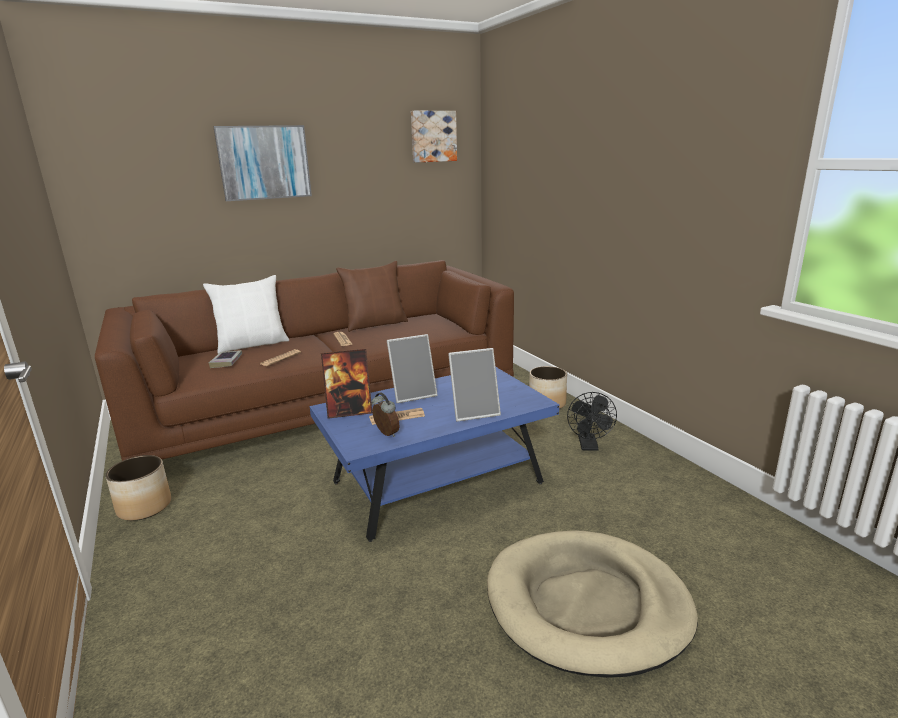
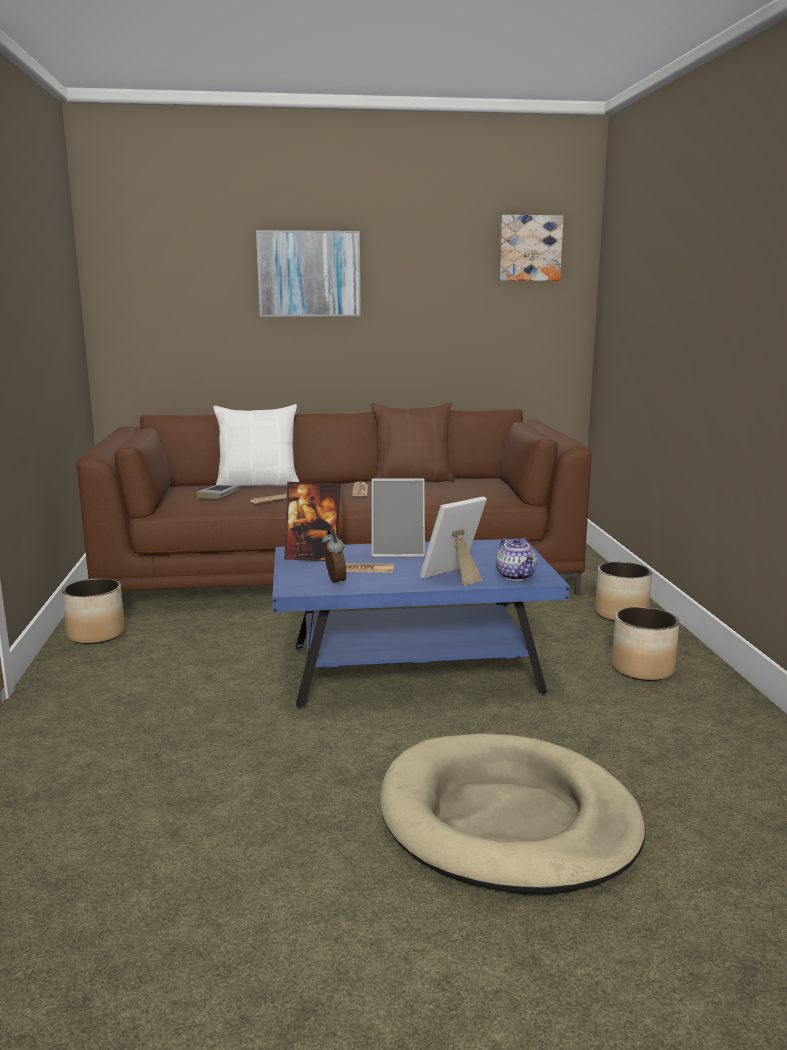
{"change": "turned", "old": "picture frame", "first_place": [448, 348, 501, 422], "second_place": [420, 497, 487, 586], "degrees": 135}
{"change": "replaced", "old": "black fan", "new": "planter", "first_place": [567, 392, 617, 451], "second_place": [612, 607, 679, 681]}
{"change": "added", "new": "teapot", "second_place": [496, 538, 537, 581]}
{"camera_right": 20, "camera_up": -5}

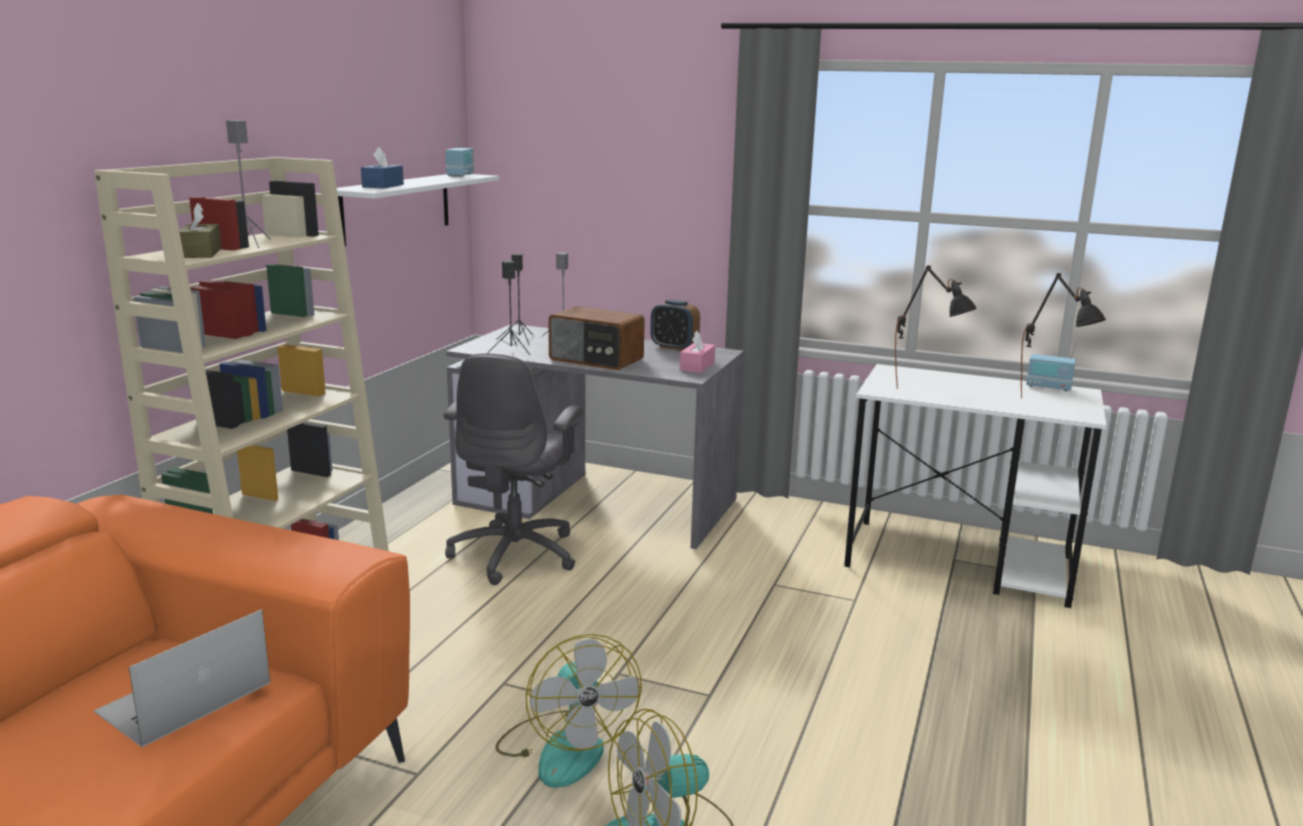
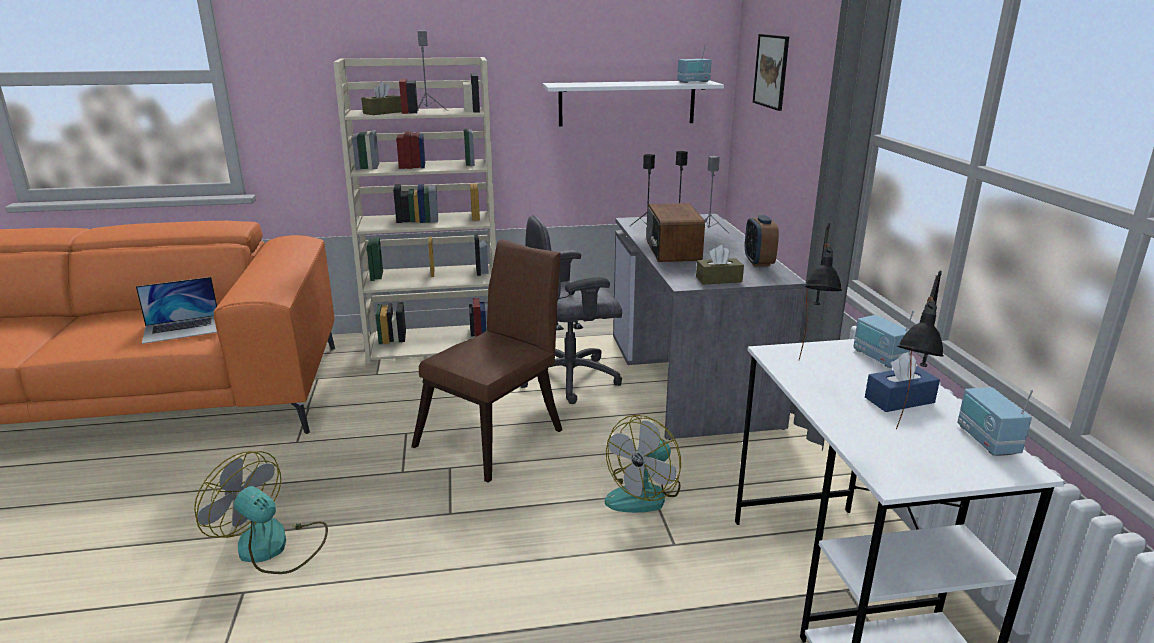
{"change": "turned", "old": "laptop", "first_place": [94, 609, 270, 747], "second_place": [136, 277, 217, 344], "degrees": 150}
{"change": "moved", "old": "blue tissue box", "first_place": [361, 147, 404, 189], "second_place": [865, 352, 940, 412]}
{"change": "moved", "old": "fan", "first_place": [495, 634, 641, 788], "second_place": [605, 415, 681, 513]}
{"change": "recoloured", "old": "pink tissue box", "new": "brown tissue box", "first_place": [680, 331, 715, 373], "second_place": [696, 245, 744, 285]}
{"change": "added", "new": "brown chair", "second_place": [411, 239, 562, 483]}
{"change": "added", "new": "picture", "second_place": [753, 34, 789, 111]}
{"change": "added", "new": "radio", "second_place": [853, 310, 914, 368]}
{"camera_right": 60, "camera_up": 5}

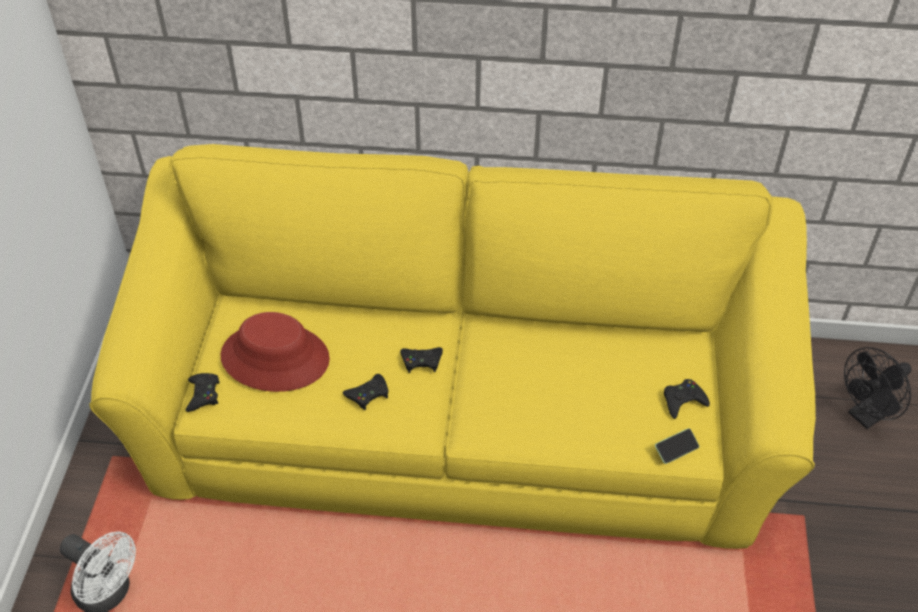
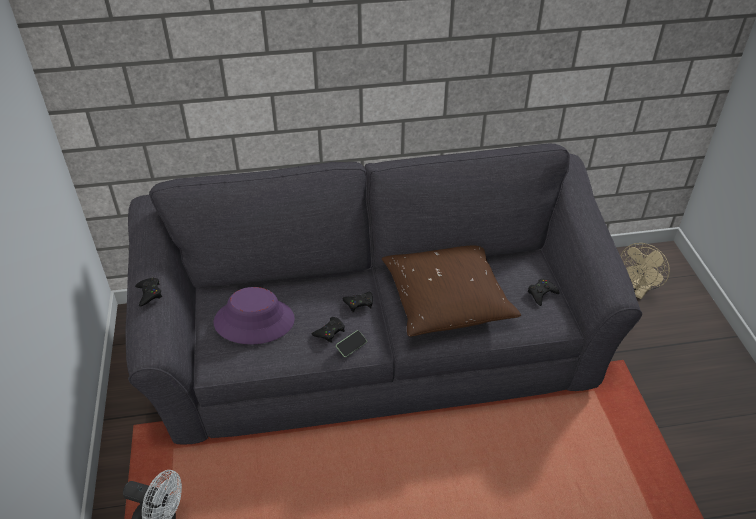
{"change": "recoloured", "old": "yellow sofa", "new": "grey sofa", "first_place": [89, 144, 816, 549], "second_place": [125, 143, 642, 444]}
{"change": "moved", "old": "black game controller", "first_place": [185, 373, 220, 412], "second_place": [135, 278, 162, 307]}
{"change": "recoloured", "old": "red hat", "new": "purple hat", "first_place": [220, 312, 330, 392], "second_place": [214, 287, 295, 344]}
{"change": "moved", "old": "phone", "first_place": [655, 428, 699, 464], "second_place": [336, 330, 367, 357]}
{"change": "recoloured", "old": "black fan", "new": "beige fan", "first_place": [844, 347, 912, 429], "second_place": [620, 243, 670, 299]}
{"change": "added", "new": "brown pillow", "second_place": [382, 246, 521, 337]}
{"camera_right": -15, "camera_up": -5}

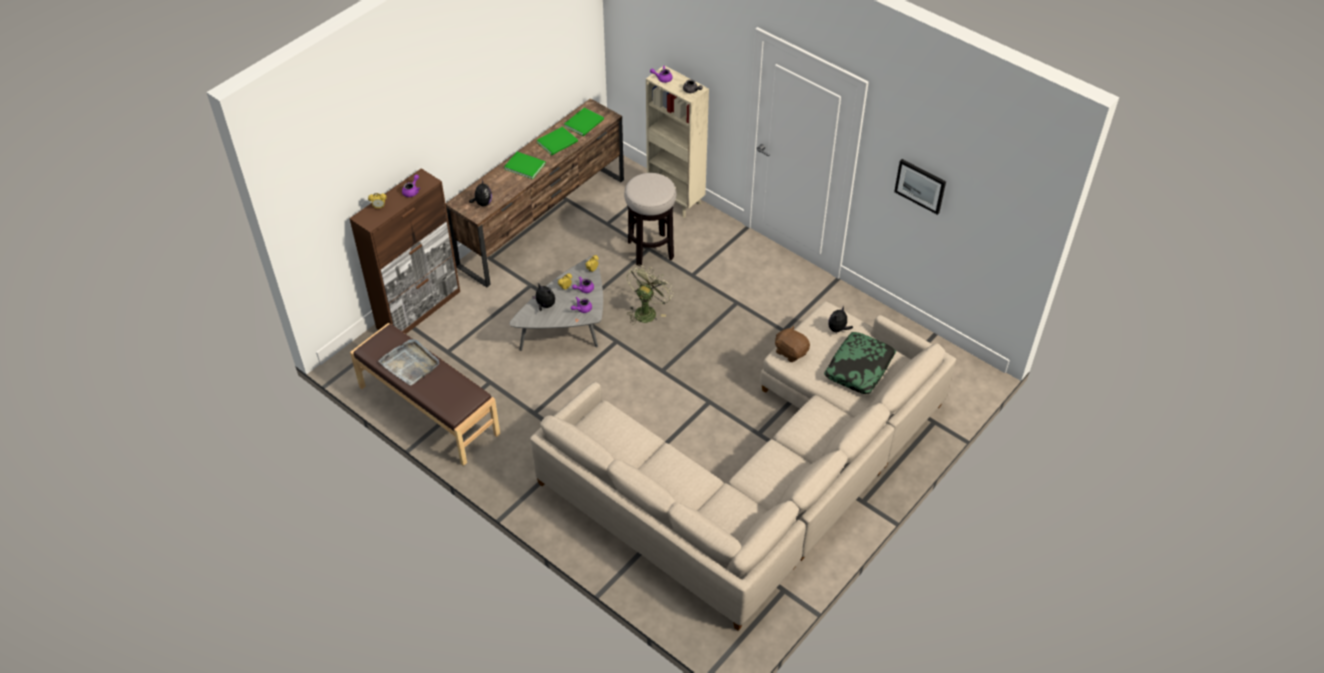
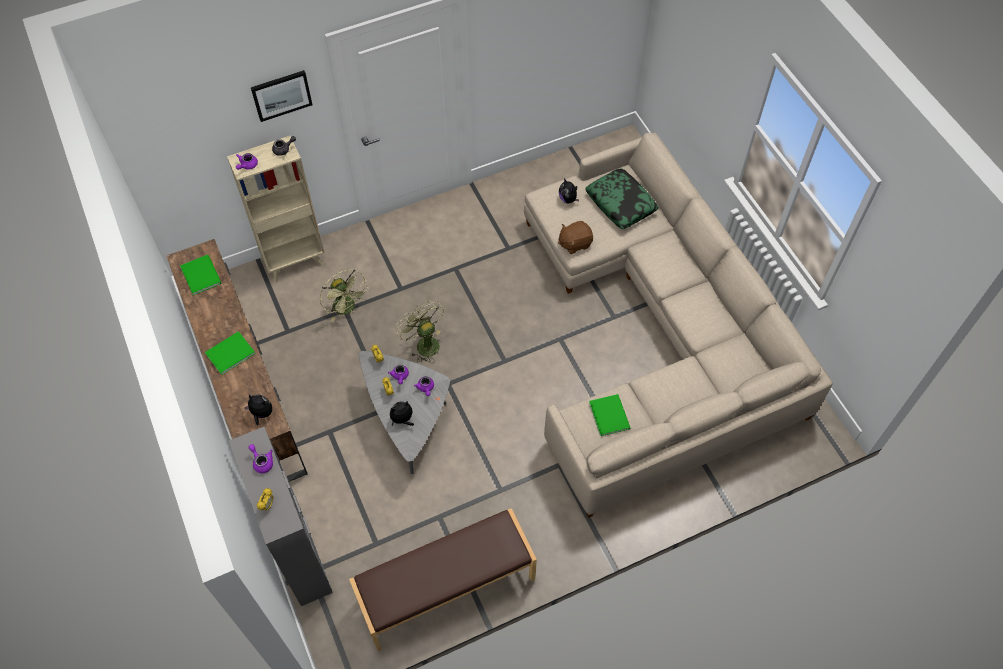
{"change": "recoloured", "old": "brown cabinet", "new": "grey cabinet", "first_place": [349, 168, 460, 334], "second_place": [229, 427, 333, 606]}
{"change": "removed", "old": "grey tray", "first_place": [378, 339, 439, 386]}
{"change": "moved", "old": "green book", "first_place": [537, 126, 578, 155], "second_place": [589, 394, 630, 436]}
{"change": "replaced", "old": "stool", "new": "green fan", "first_place": [624, 173, 677, 267], "second_place": [320, 269, 369, 321]}
{"change": "moved", "old": "picture", "first_place": [894, 159, 946, 215], "second_place": [251, 70, 313, 122]}
{"camera_right": -65, "camera_up": 10}

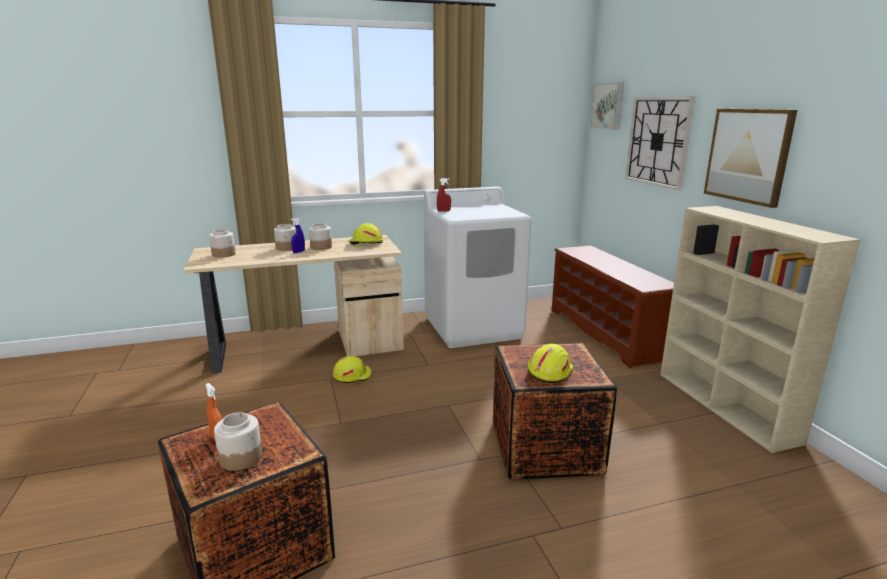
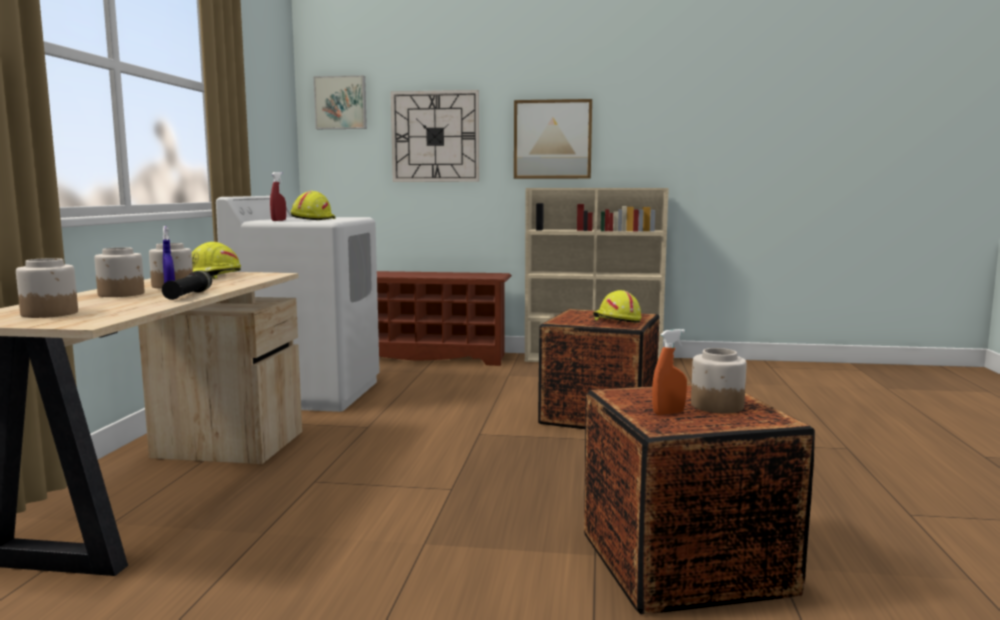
{"change": "moved", "old": "yellow hard hat", "first_place": [333, 356, 372, 383], "second_place": [291, 191, 335, 220]}
{"change": "added", "new": "black flashlight", "second_place": [162, 270, 212, 300]}
{"camera_right": -65, "camera_up": -10}

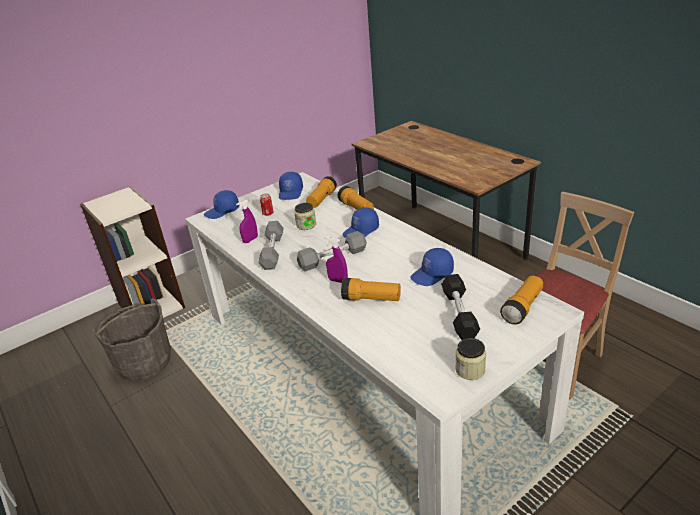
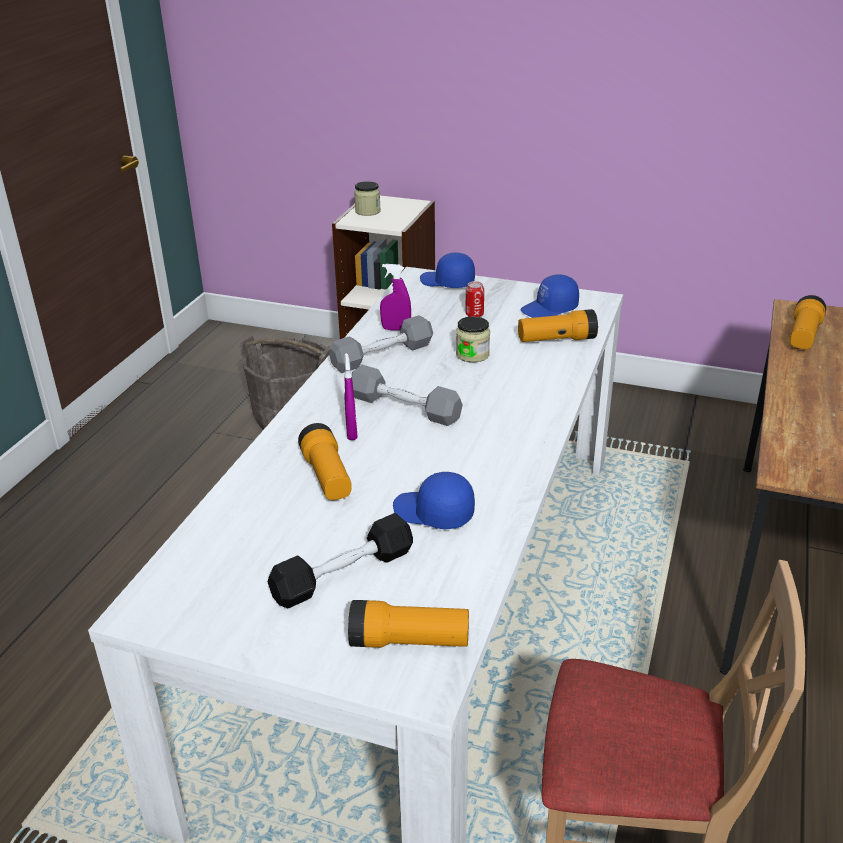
{"change": "moved", "old": "flashlight", "first_place": [338, 186, 374, 210], "second_place": [790, 295, 826, 349]}
{"change": "removed", "old": "blue cap", "first_place": [342, 207, 379, 238]}
{"change": "moved", "old": "jar", "first_place": [455, 338, 486, 380], "second_place": [354, 181, 381, 216]}
{"camera_right": 55, "camera_up": 0}

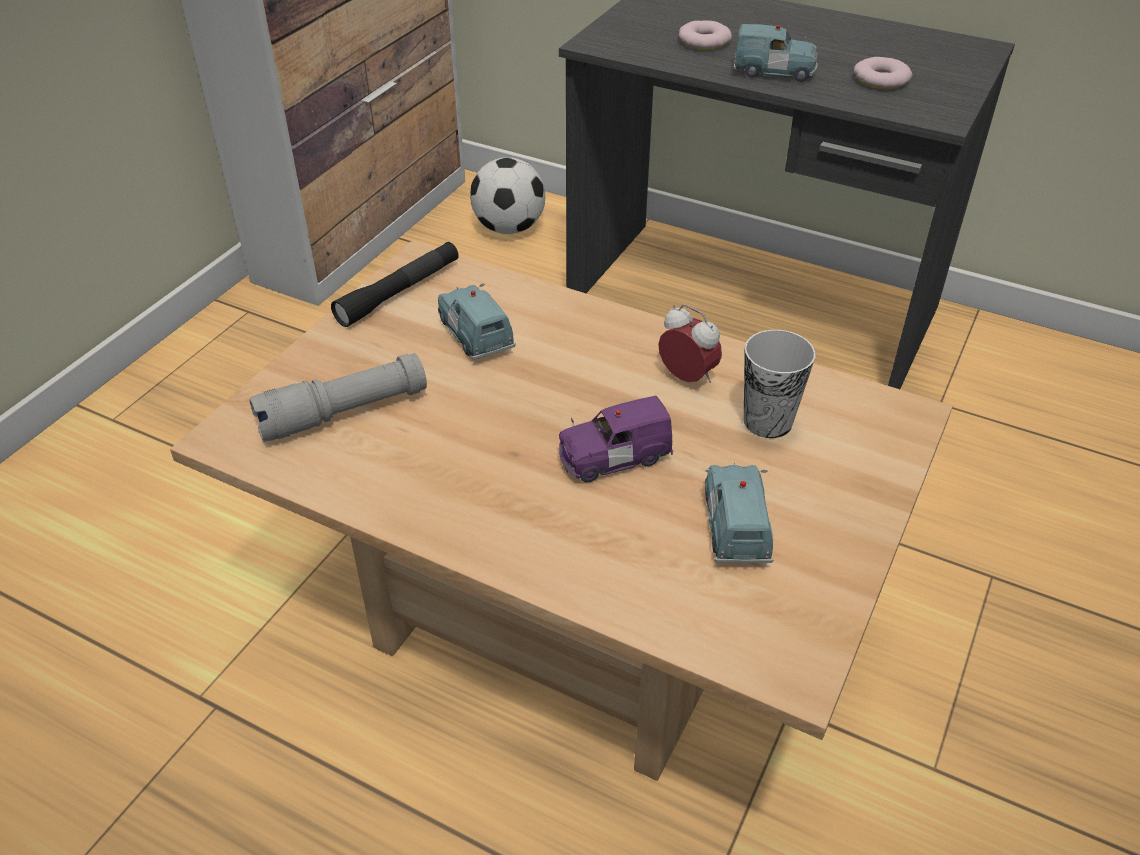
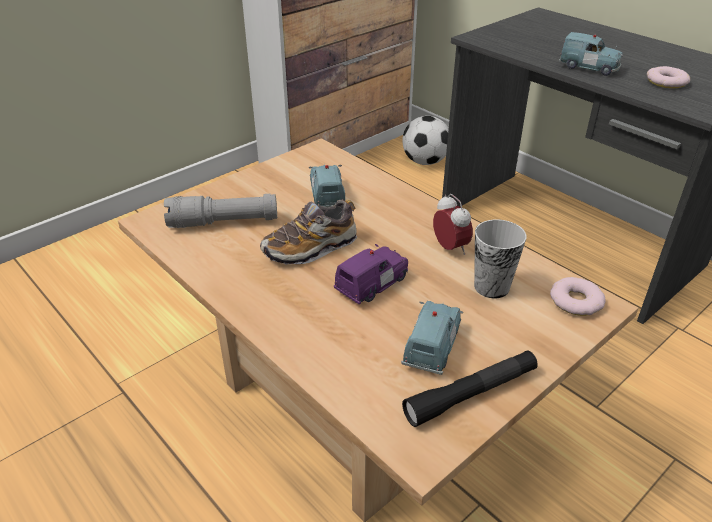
{"change": "moved", "old": "black flashlight", "first_place": [331, 242, 458, 327], "second_place": [402, 350, 538, 427]}
{"change": "turned", "old": "purple toy car", "first_place": [559, 396, 673, 482], "second_place": [334, 244, 408, 304], "degrees": 135}
{"change": "moved", "old": "donut", "first_place": [679, 20, 732, 50], "second_place": [550, 277, 606, 316]}
{"change": "added", "new": "shoe", "second_place": [260, 200, 357, 265]}
{"camera_right": 20, "camera_up": -5}

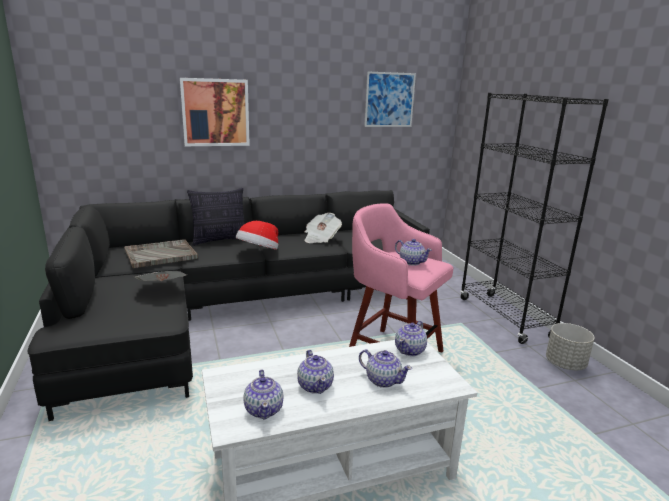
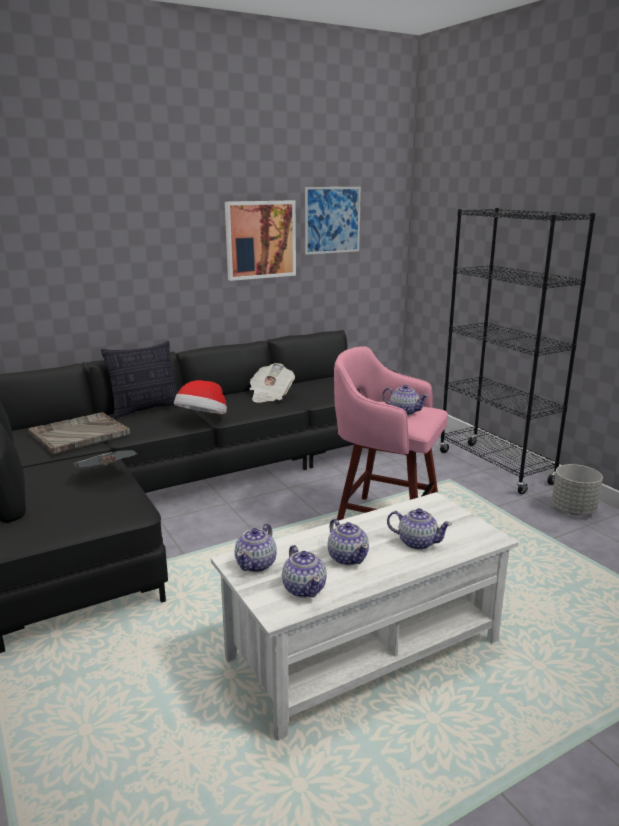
{"change": "moved", "old": "picture", "first_place": [180, 78, 250, 146], "second_place": [225, 200, 296, 281]}
{"change": "moved", "old": "teapot", "first_place": [395, 321, 427, 356], "second_place": [235, 523, 276, 572]}
{"camera_right": -10, "camera_up": 0}

